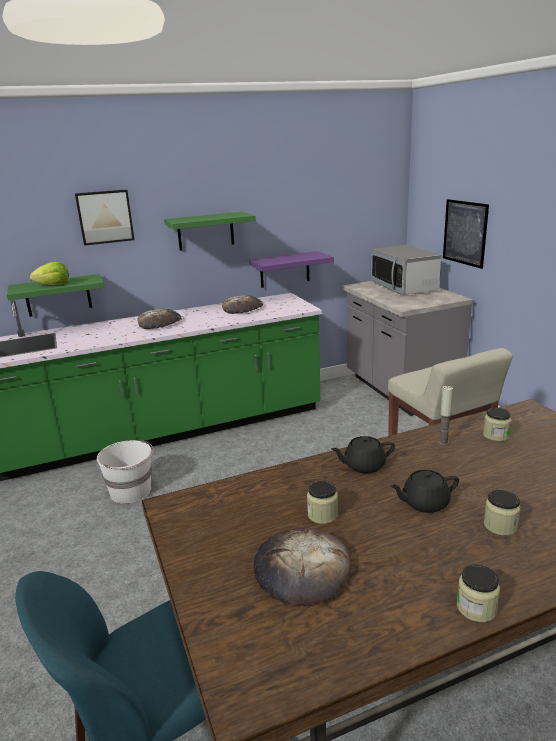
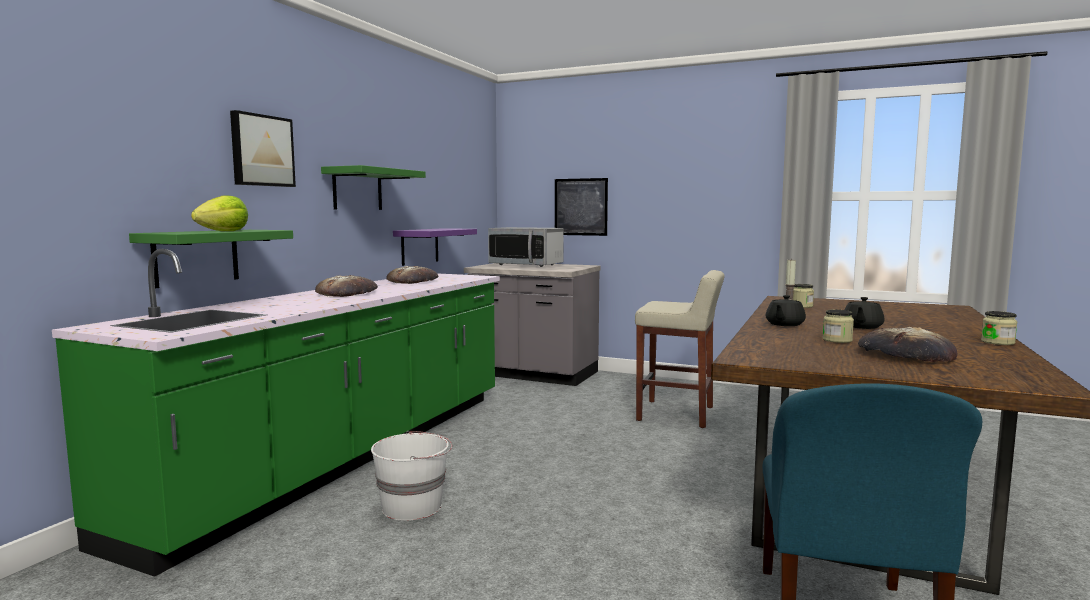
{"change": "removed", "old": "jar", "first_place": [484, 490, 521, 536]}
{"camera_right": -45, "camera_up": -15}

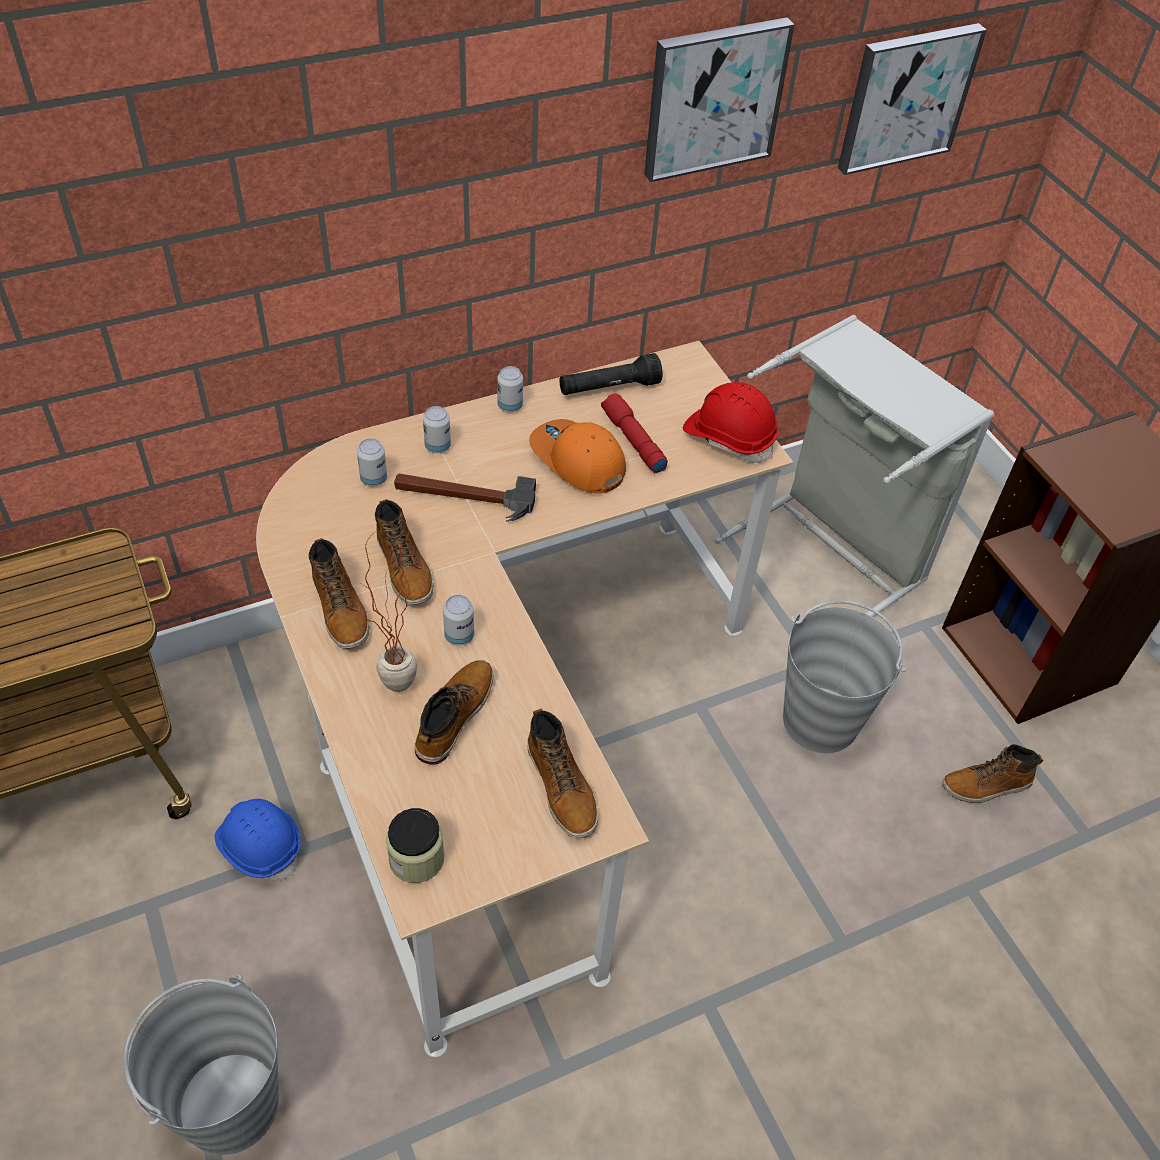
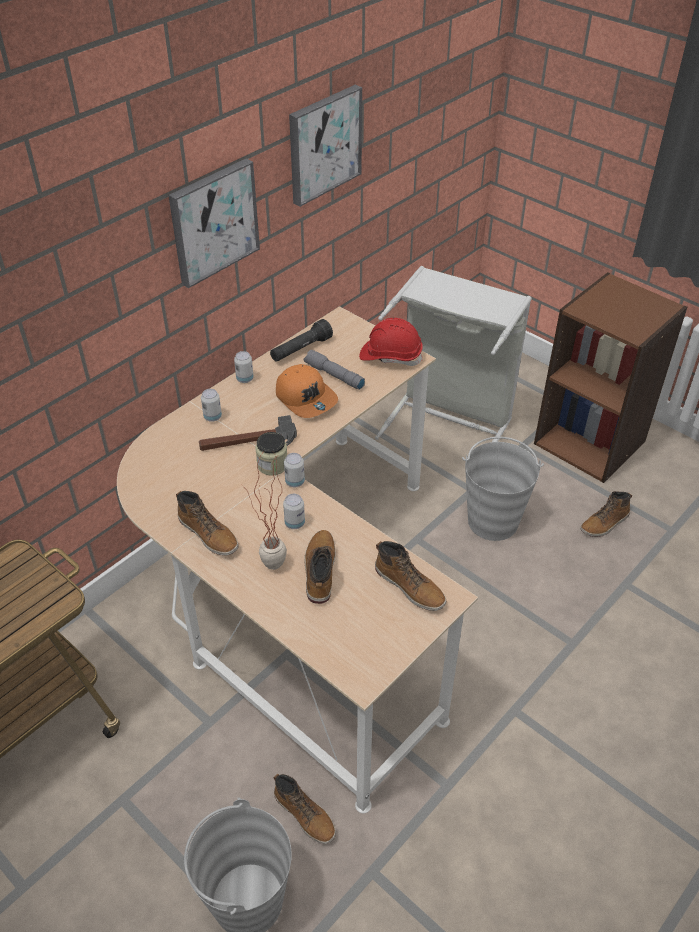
{"change": "removed", "old": "blue hard hat", "first_place": [215, 799, 301, 882]}
{"change": "moved", "old": "can", "first_place": [357, 438, 387, 486], "second_place": [284, 453, 305, 487]}
{"change": "moved", "old": "boot", "first_place": [375, 499, 433, 605], "second_place": [273, 773, 336, 844]}
{"change": "moved", "old": "jar", "first_place": [386, 808, 444, 883], "second_place": [256, 432, 287, 476]}
{"change": "turned", "old": "orange cap", "first_place": [529, 419, 626, 494], "second_place": [276, 364, 338, 418], "degrees": -150}
{"change": "recoloured", "old": "red flashlight", "new": "grey flashlight", "first_place": [601, 393, 668, 473], "second_place": [304, 350, 365, 390]}
{"change": "moved", "old": "picture", "first_place": [838, 23, 987, 175], "second_place": [168, 159, 260, 288]}
{"camera_right": -20, "camera_up": -5}

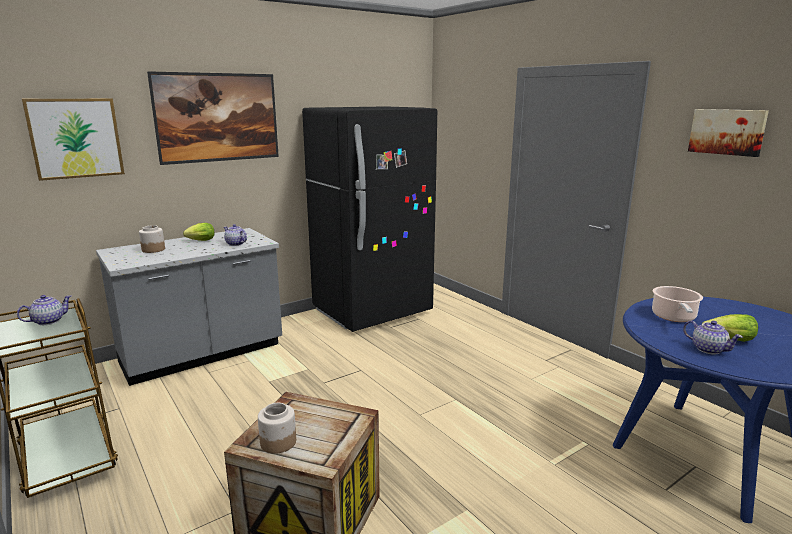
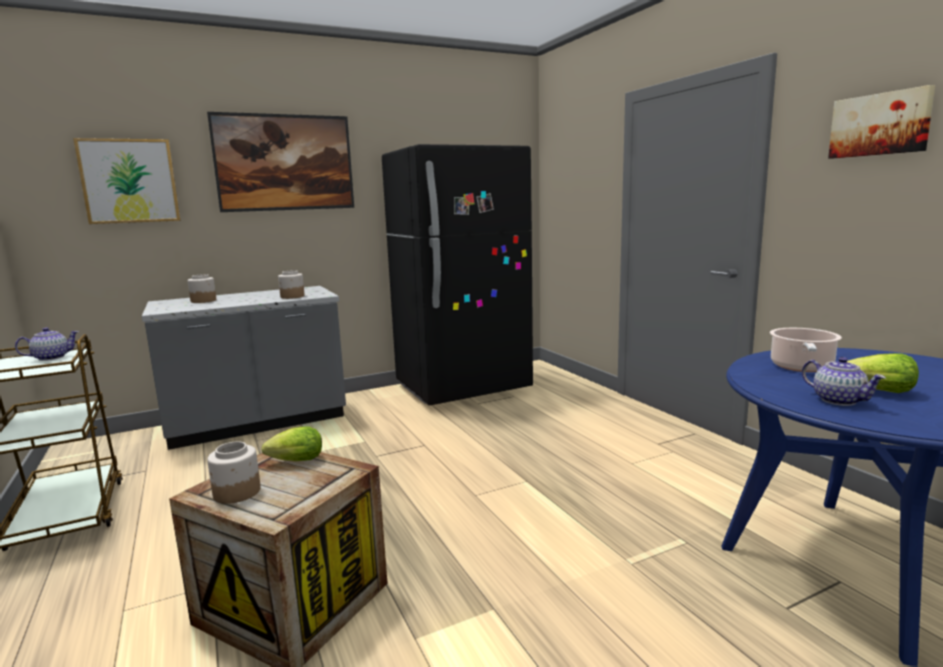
{"change": "moved", "old": "lettuce", "first_place": [183, 223, 214, 241], "second_place": [261, 426, 322, 461]}
{"change": "replaced", "old": "teapot", "new": "jar", "first_place": [224, 224, 247, 246], "second_place": [278, 270, 305, 299]}
{"camera_right": 10, "camera_up": -5}

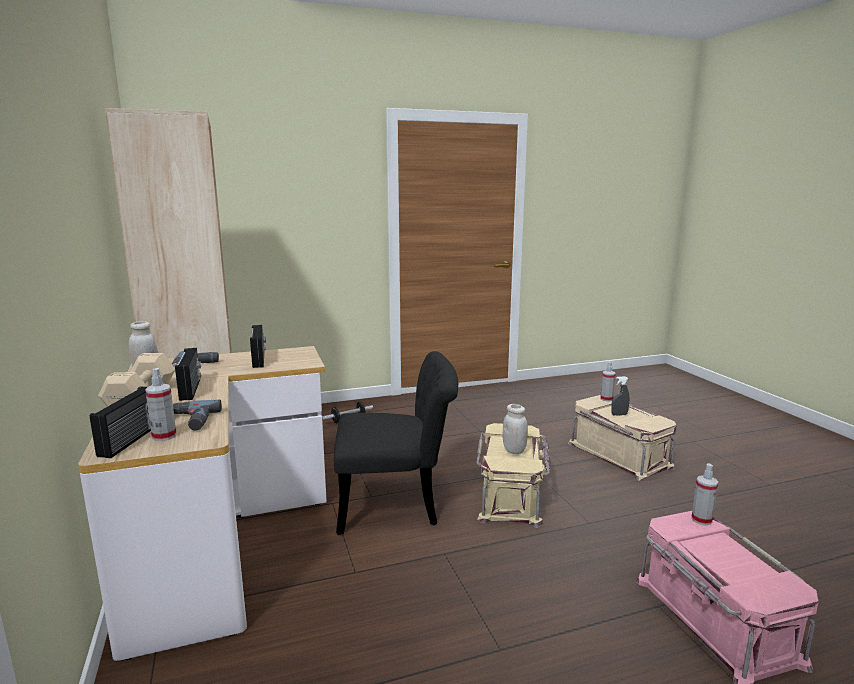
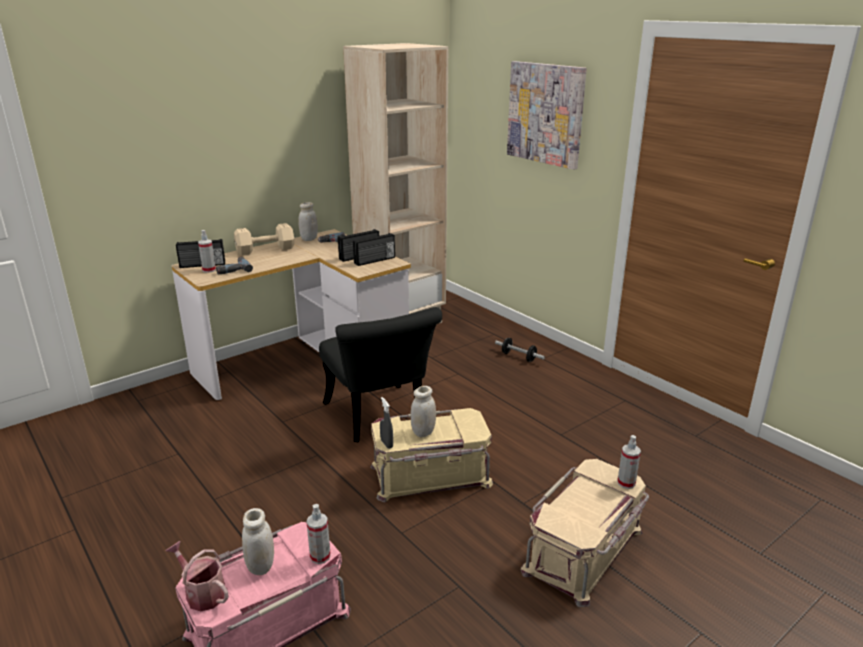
{"change": "moved", "old": "radio", "first_place": [175, 348, 201, 401], "second_place": [353, 233, 395, 266]}
{"change": "moved", "old": "grey spray bottle", "first_place": [611, 376, 629, 416], "second_place": [380, 397, 393, 449]}
{"change": "added", "new": "watering can", "second_place": [166, 541, 229, 611]}
{"change": "added", "new": "white jar", "second_place": [242, 508, 274, 575]}
{"change": "added", "new": "picture", "second_place": [507, 61, 587, 170]}
{"camera_right": 70, "camera_up": 10}

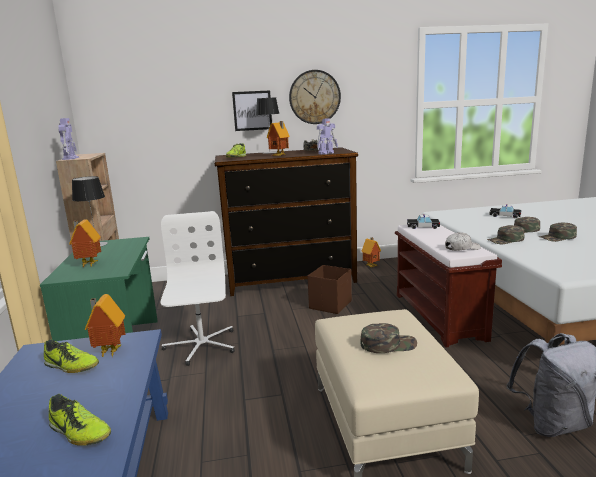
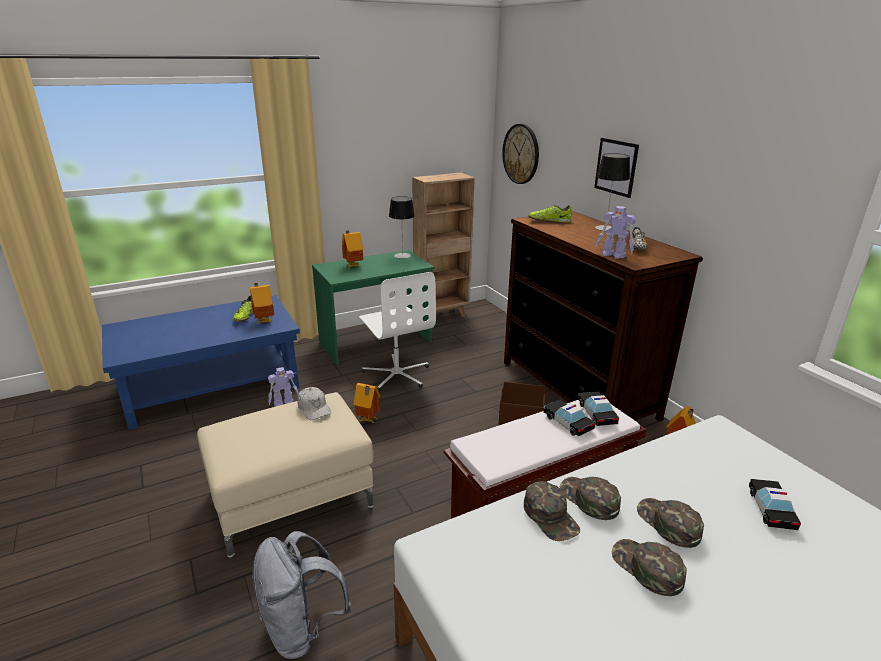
{"change": "removed", "old": "shoe", "first_place": [49, 394, 111, 446]}
{"change": "moved", "old": "toy robot", "first_place": [58, 118, 79, 160], "second_place": [268, 367, 299, 407]}
{"change": "turned", "old": "white office chair", "first_place": [161, 211, 235, 366], "second_place": [359, 272, 436, 392], "degrees": 90}
{"change": "moved", "old": "toy house", "first_place": [267, 121, 290, 156], "second_place": [354, 383, 380, 424]}
{"change": "moved", "old": "wall clock", "first_place": [289, 70, 341, 124], "second_place": [502, 124, 539, 184]}
{"change": "moved", "old": "green cap", "first_place": [360, 323, 417, 353], "second_place": [524, 481, 580, 541]}
{"change": "moved", "old": "white cap", "first_place": [445, 232, 480, 251], "second_place": [297, 387, 331, 420]}
{"change": "added", "new": "toy car", "second_place": [543, 400, 596, 436]}
{"camera_right": 70, "camera_up": 10}

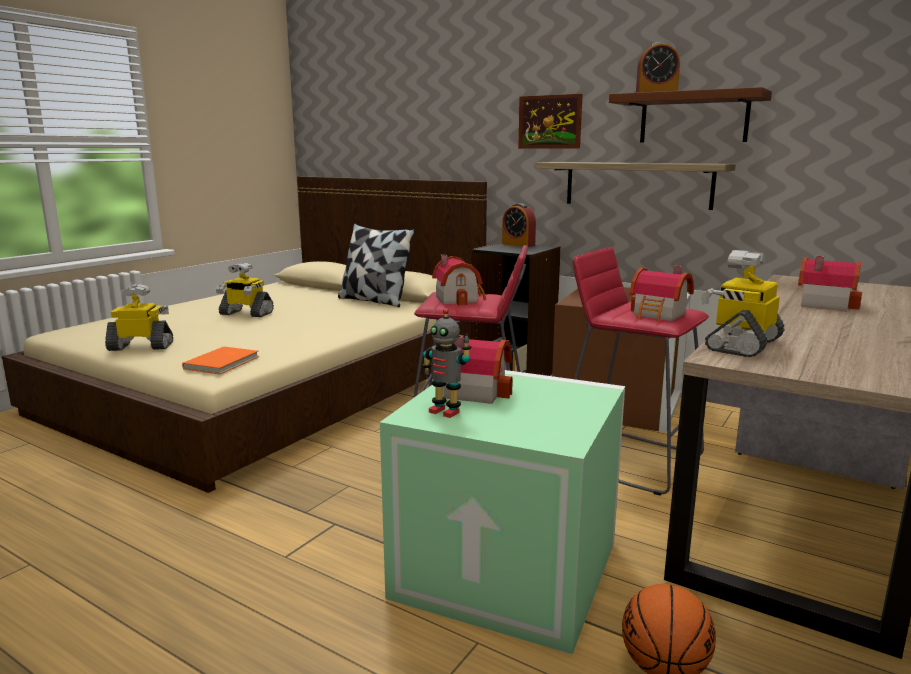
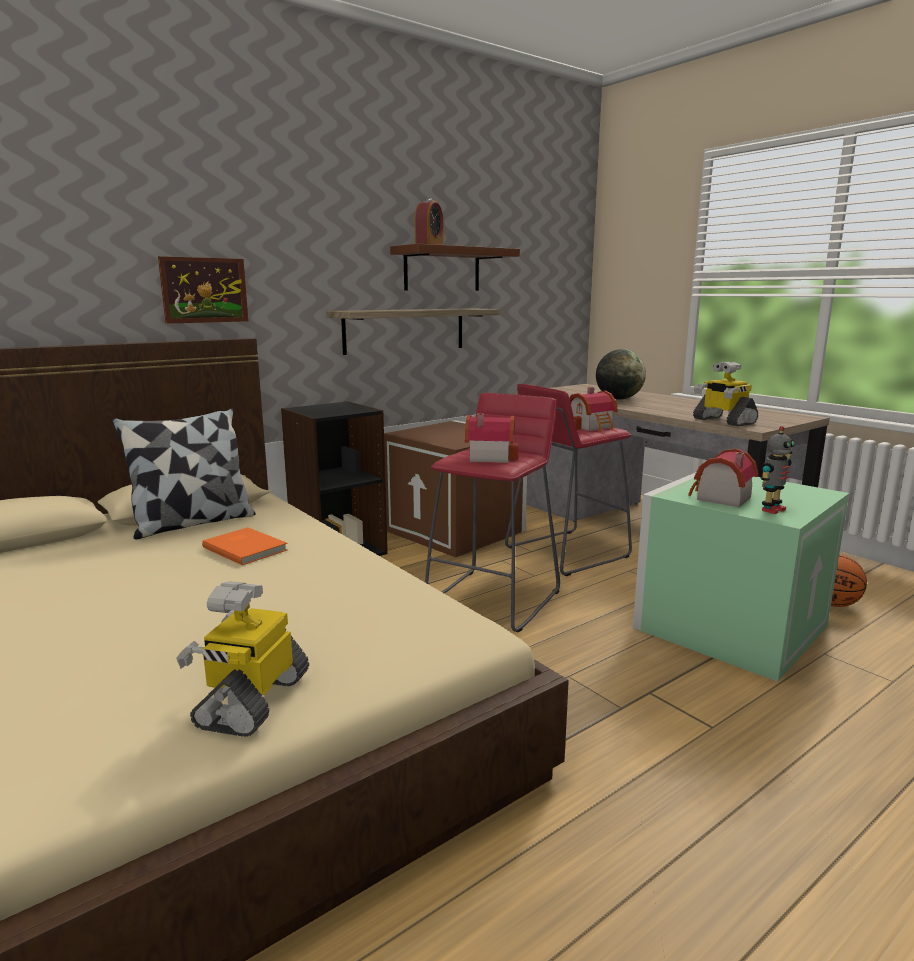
{"change": "moved", "old": "orange book", "first_place": [182, 347, 259, 374], "second_place": [202, 527, 288, 565]}
{"change": "removed", "old": "toy robot", "first_place": [216, 263, 274, 317]}
{"change": "removed", "old": "alarm clock", "first_place": [502, 203, 536, 247]}
{"change": "moved", "old": "picture", "first_place": [518, 94, 583, 149], "second_place": [158, 256, 249, 324]}
{"change": "replaced", "old": "toy house", "new": "globe", "first_place": [798, 256, 862, 311], "second_place": [596, 349, 646, 400]}
{"camera_right": -70, "camera_up": 0}

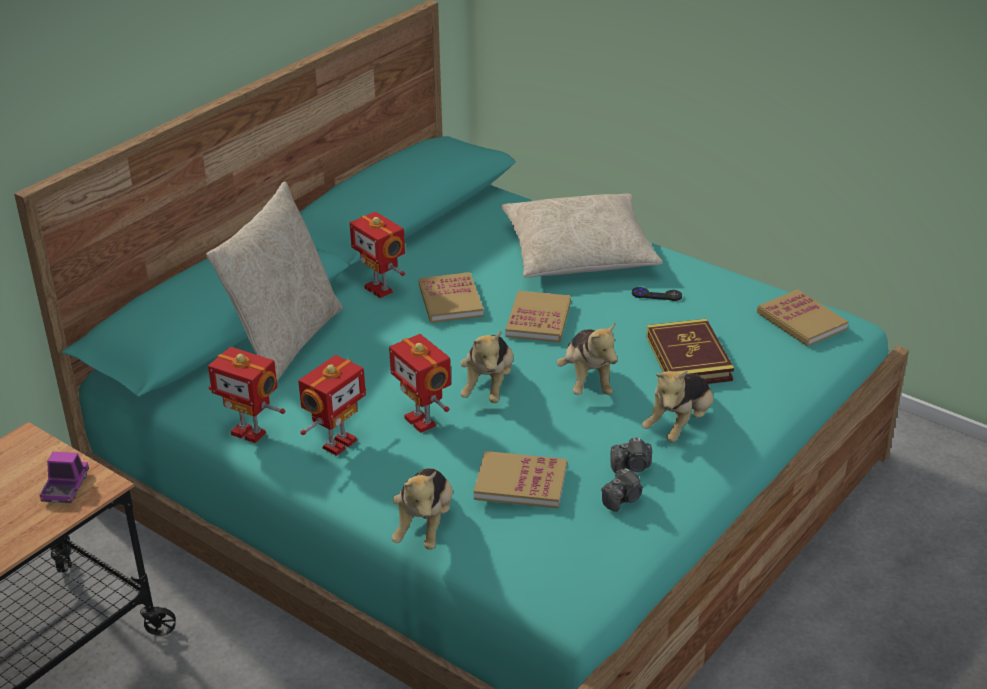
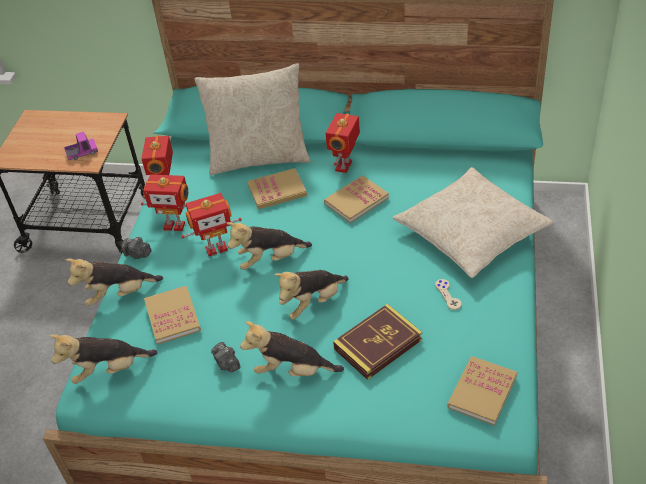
{"change": "turned", "old": "toy robot", "first_place": [389, 334, 451, 433], "second_place": [181, 193, 242, 256], "degrees": -135}
{"change": "moved", "old": "book", "first_place": [506, 291, 571, 342], "second_place": [247, 168, 307, 209]}
{"change": "moved", "old": "photo camera", "first_place": [601, 468, 643, 512], "second_place": [121, 237, 151, 259]}
{"change": "recoloured", "old": "black game controller", "new": "beige game controller", "first_place": [632, 287, 682, 301], "second_place": [435, 279, 462, 310]}
{"change": "added", "new": "plush toy", "second_place": [50, 334, 158, 384]}
{"camera_right": 65, "camera_up": 10}

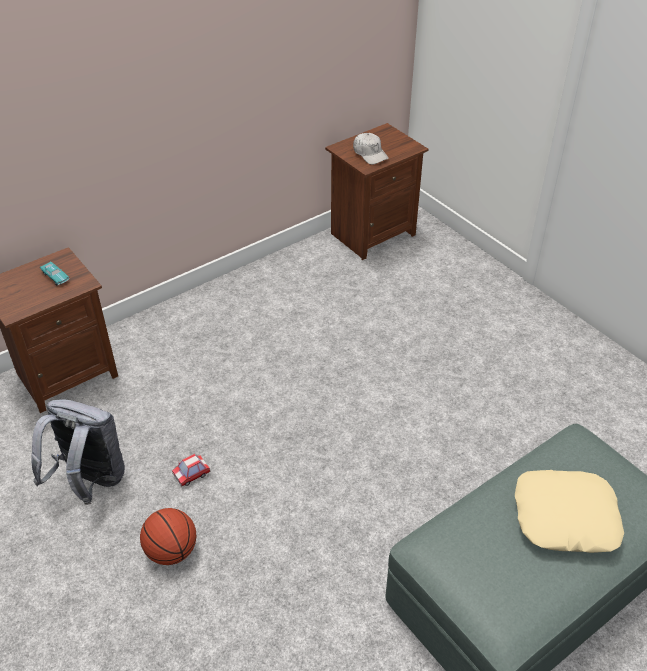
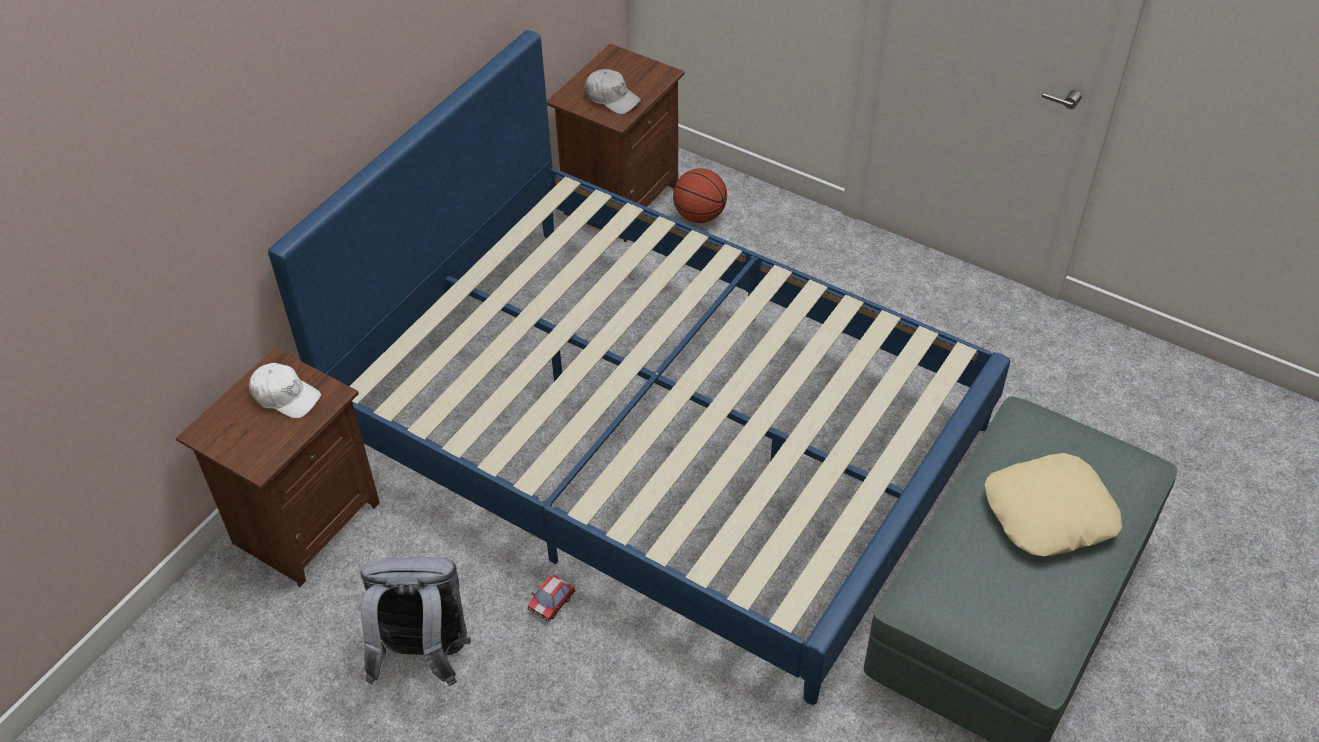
{"change": "replaced", "old": "turquoise toy car", "new": "white cap", "first_place": [40, 262, 69, 285], "second_place": [249, 363, 321, 418]}
{"change": "moved", "old": "basketball", "first_place": [140, 508, 196, 565], "second_place": [673, 168, 727, 223]}
{"change": "added", "new": "blue bed", "second_place": [268, 30, 1010, 705]}
{"camera_right": -20, "camera_up": 5}

